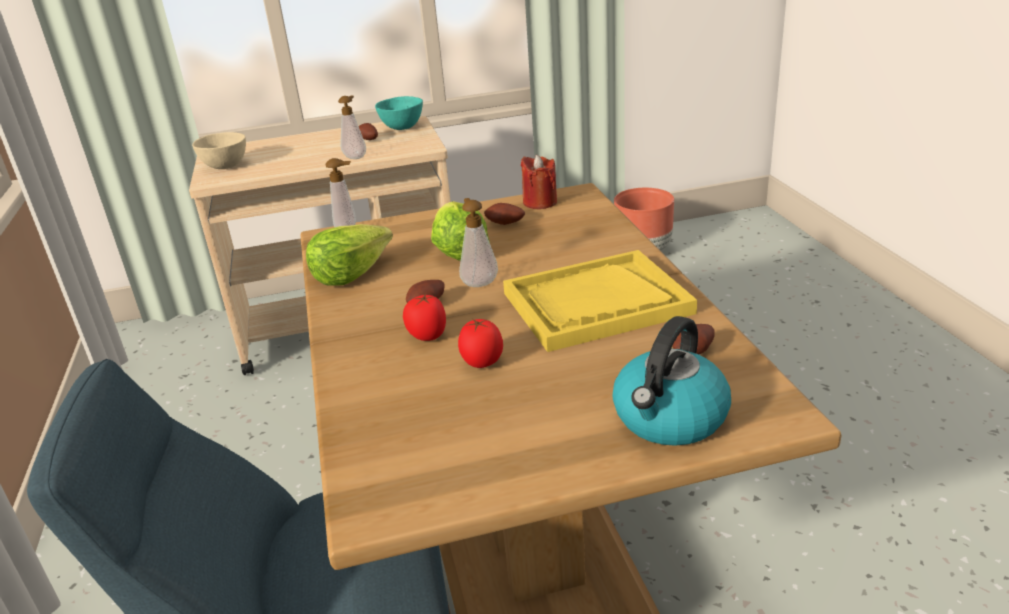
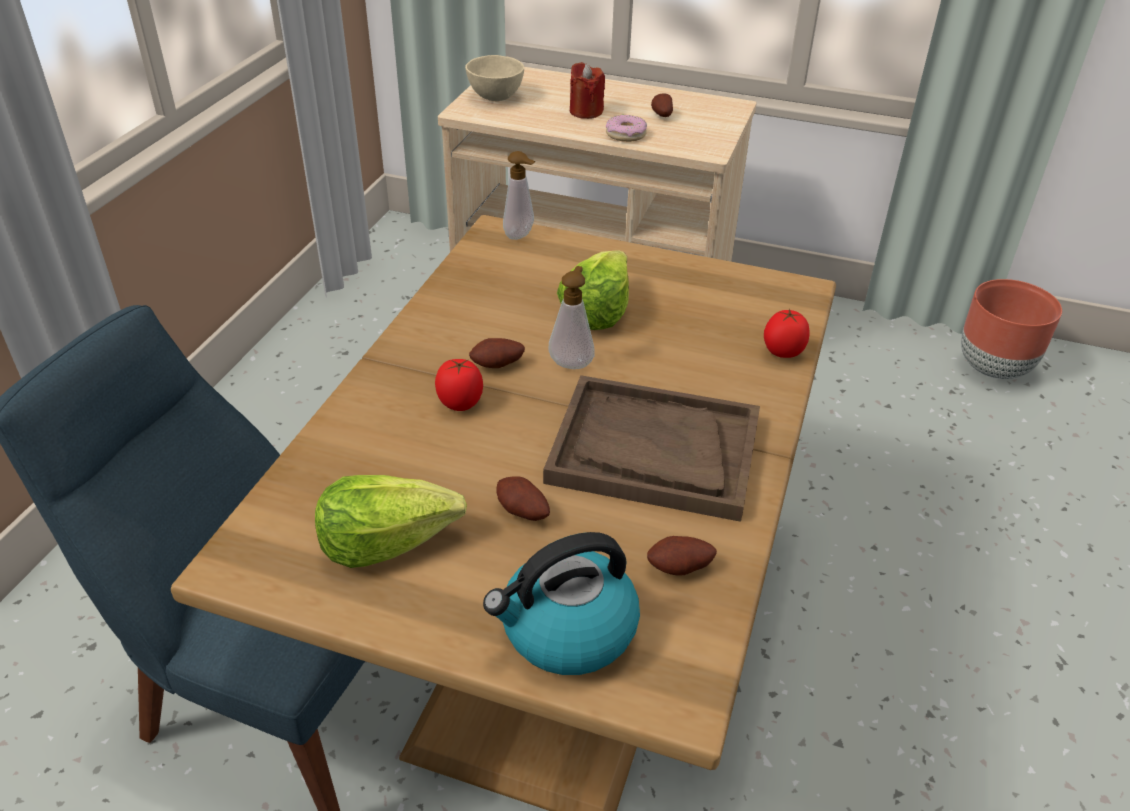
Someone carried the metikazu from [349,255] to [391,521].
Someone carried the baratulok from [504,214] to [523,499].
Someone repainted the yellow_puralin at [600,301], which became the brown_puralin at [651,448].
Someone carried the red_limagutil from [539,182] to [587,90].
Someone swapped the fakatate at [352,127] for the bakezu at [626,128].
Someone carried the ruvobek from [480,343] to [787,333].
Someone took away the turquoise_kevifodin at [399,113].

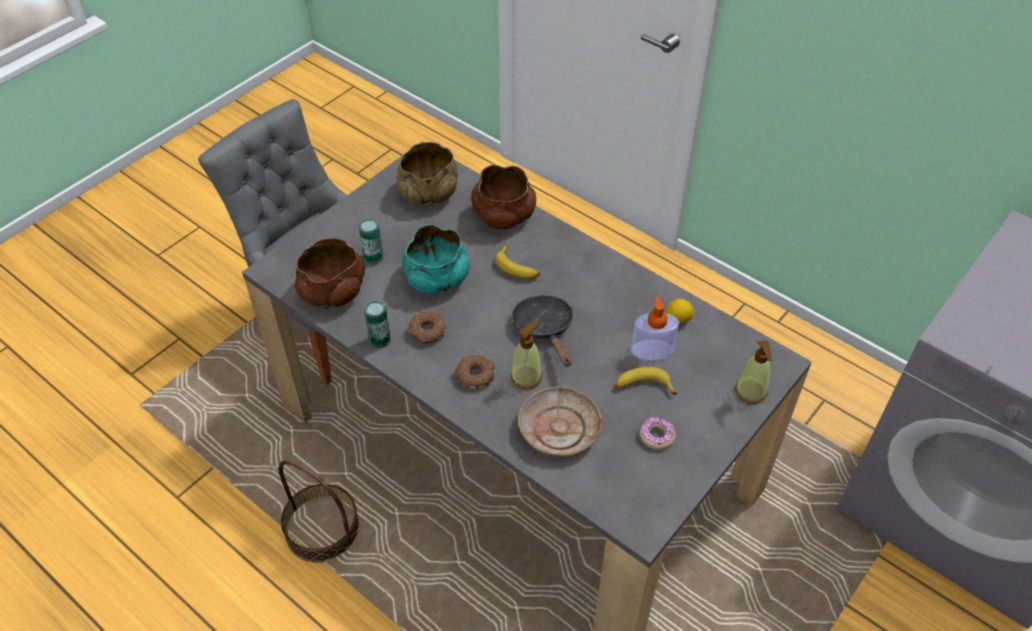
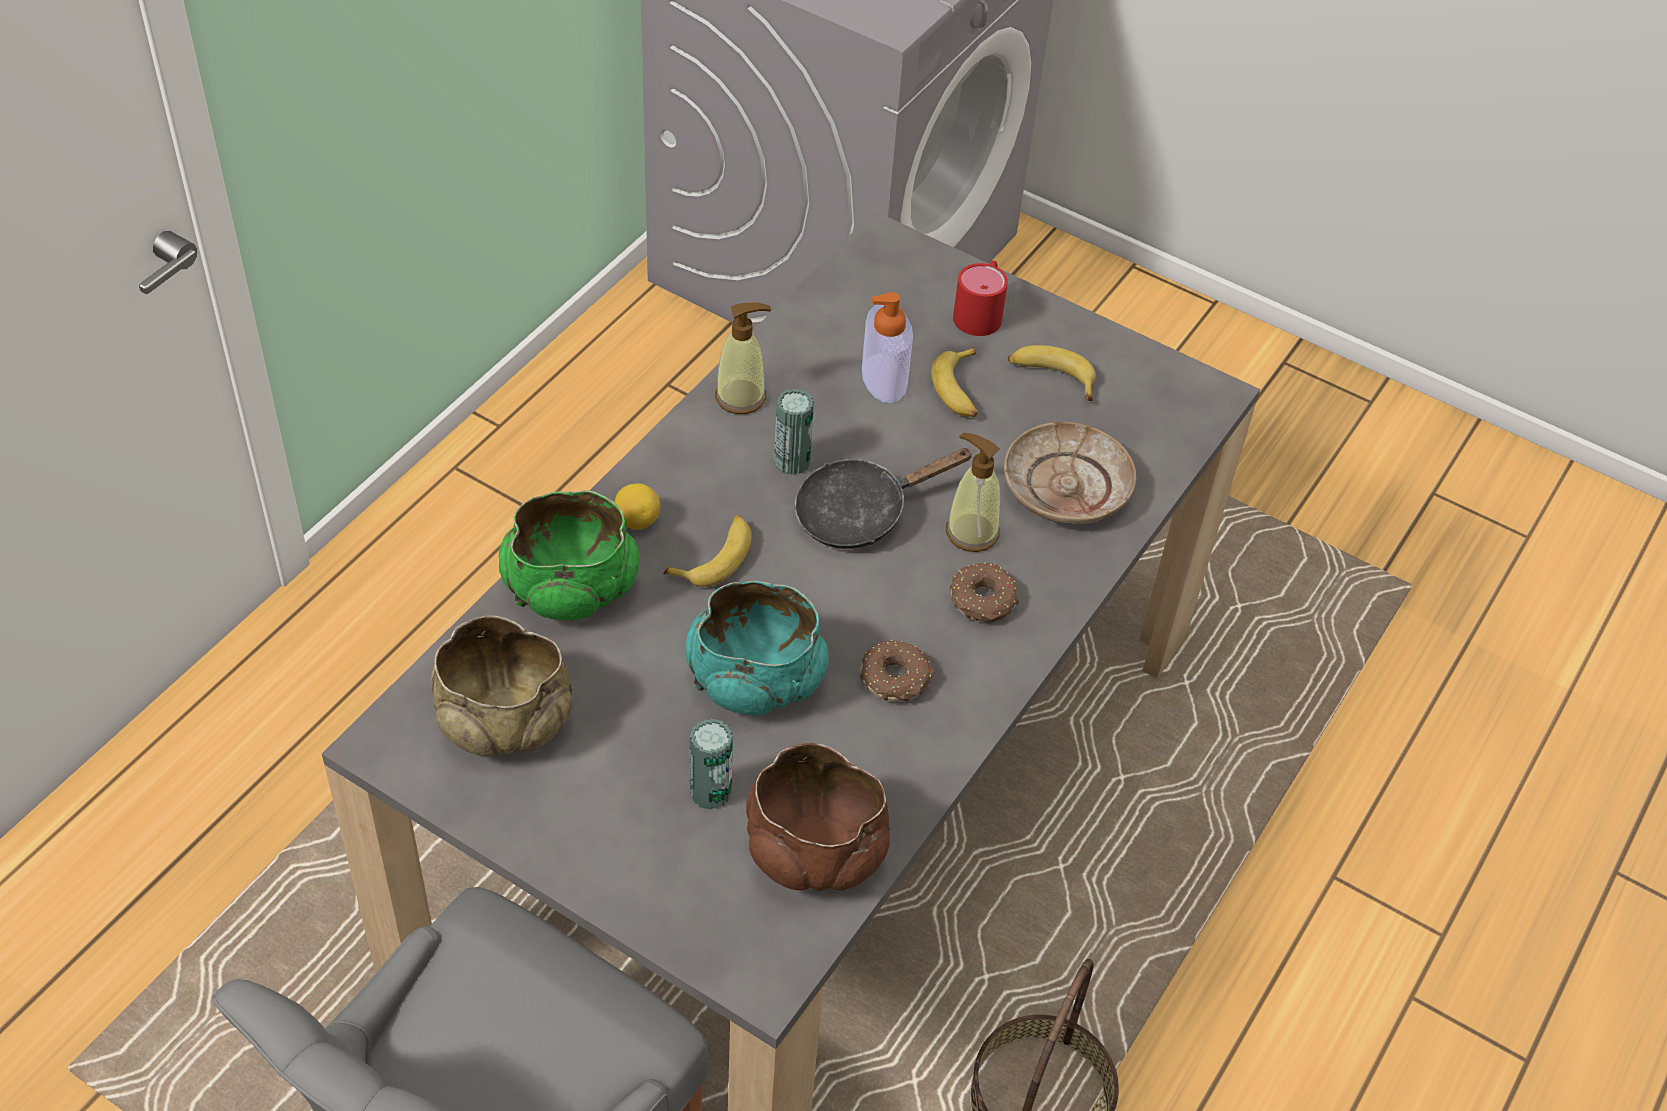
Someone repainted the brown_kevifodin at [503,197], which became the green_kevifodin at [569,555].
Someone carried the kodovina from [680,310] to [637,506].
Someone carried the fakatate from [753,372] to [743,358].
Someone carried the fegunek from [377,324] to [794,432].
Someone put down the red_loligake at [980,298].
Someone swapped the bakezu at [658,433] for the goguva at [1052,373].

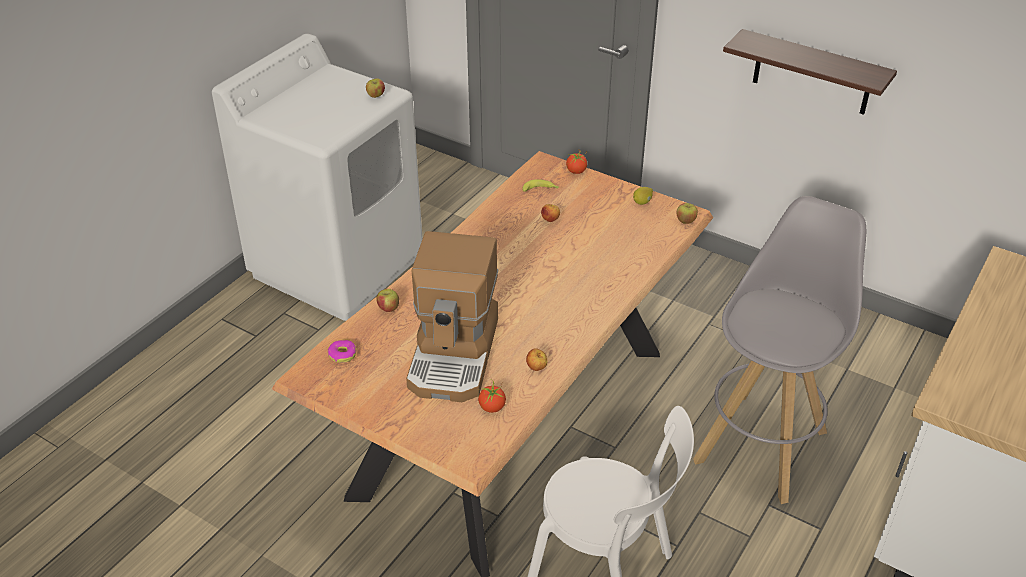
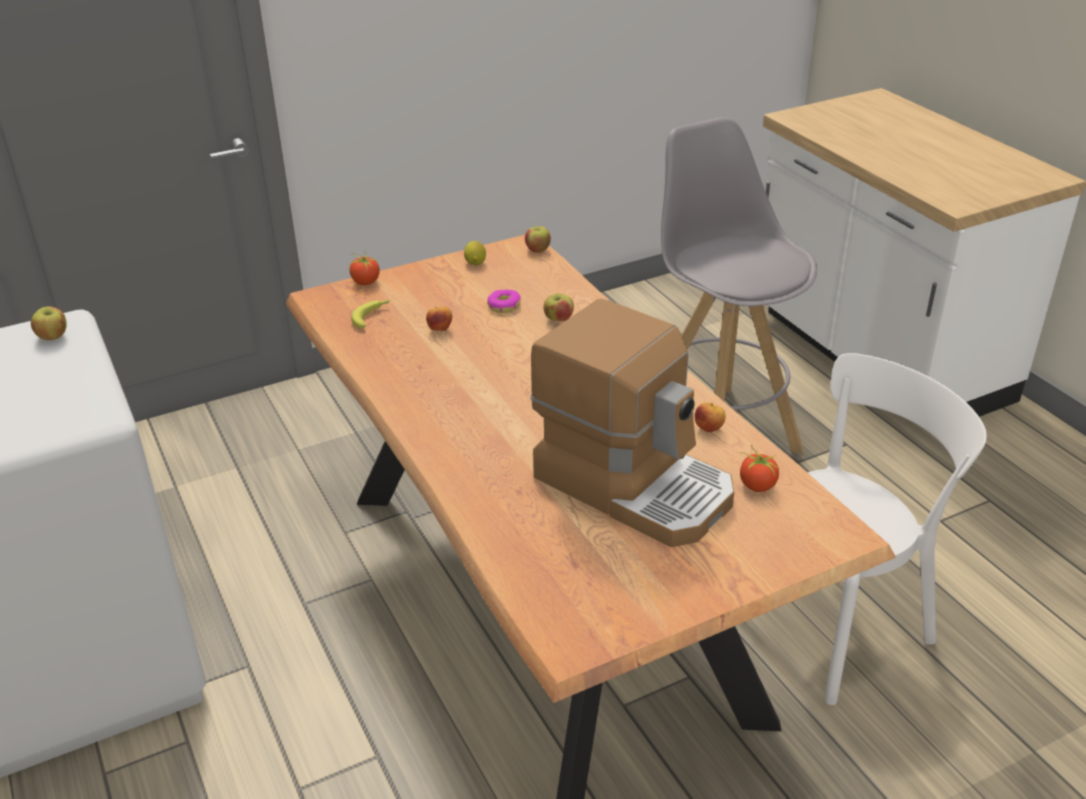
Someone carried the bakezu from [342,351] to [504,301].
Someone carried the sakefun from [387,300] to [558,307].
Someone took away the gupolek at [810,72].

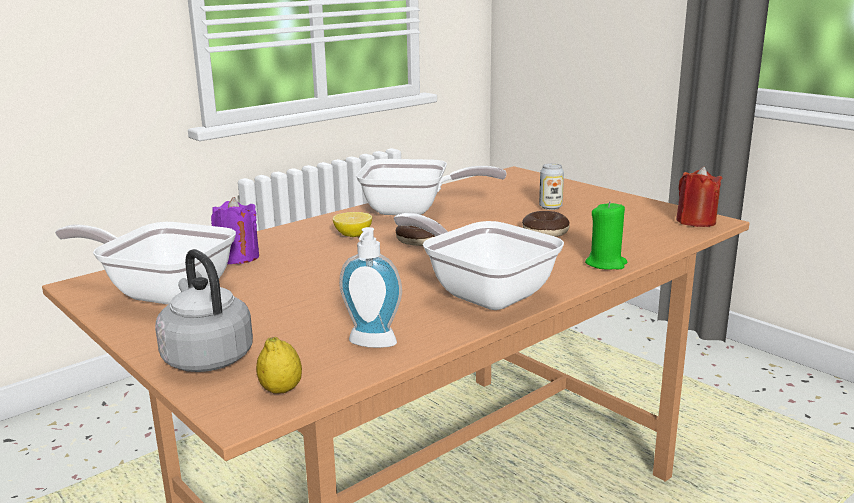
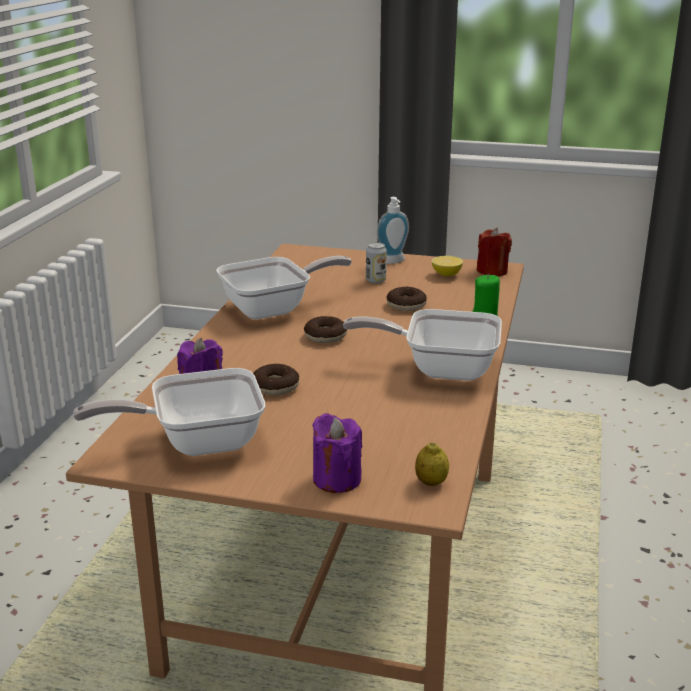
Someone put down the bakezu at [276,380].
Someone swapped the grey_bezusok at [204,310] for the purple_limagutil at [337,453].
Someone carried the fakatate from [370,287] to [393,230].
Someone carried the kodovina from [352,224] to [447,266].

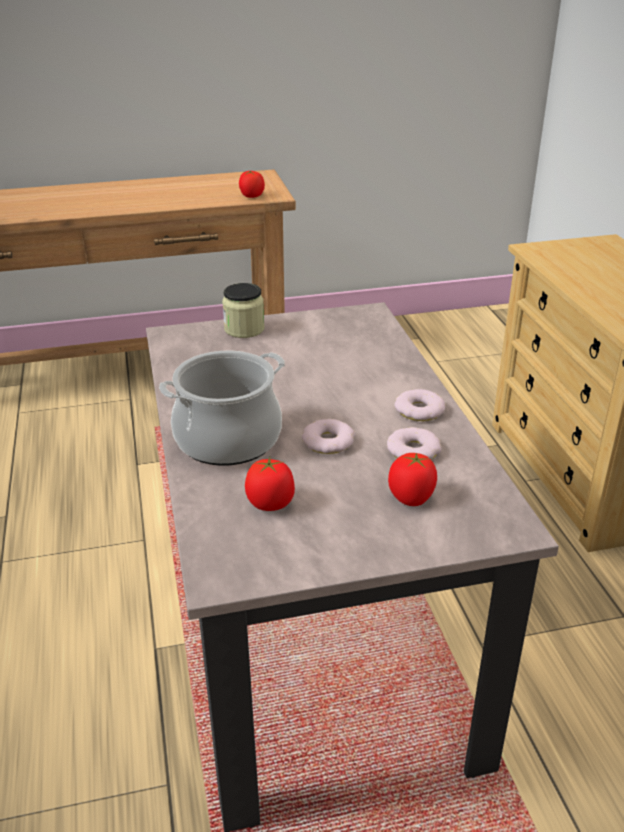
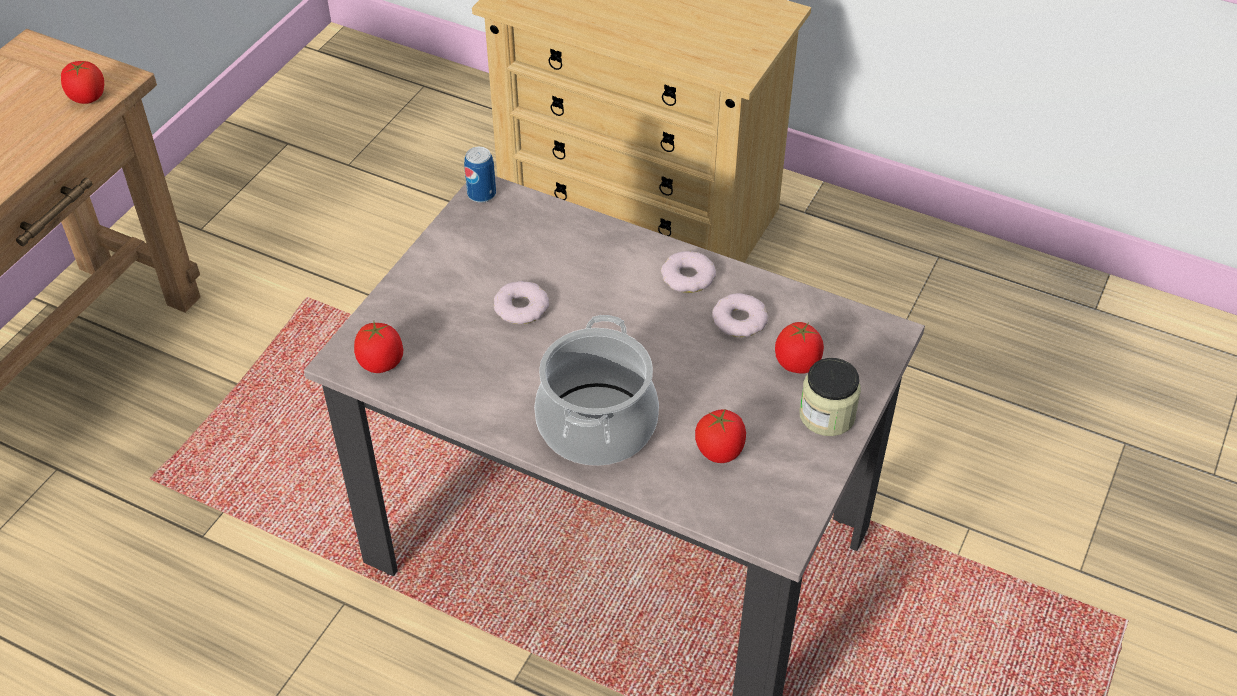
Someone put down the ruvobek at [378,347].
Someone put down the fegunek at [480,175].
Someone carried the bakezu from [328,436] to [521,302].
Someone carried the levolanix from [243,310] to [830,397].

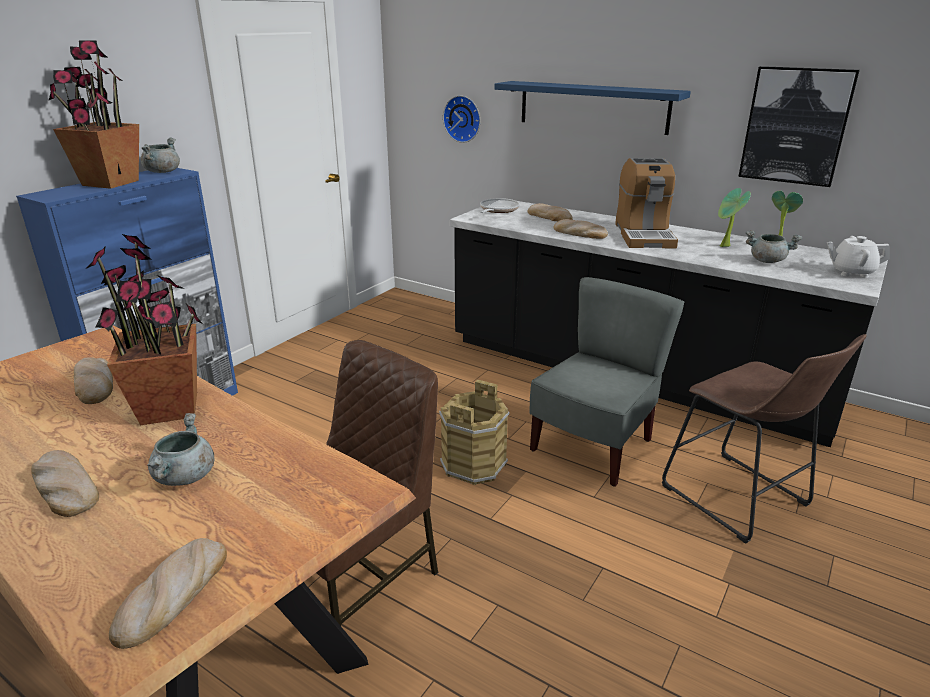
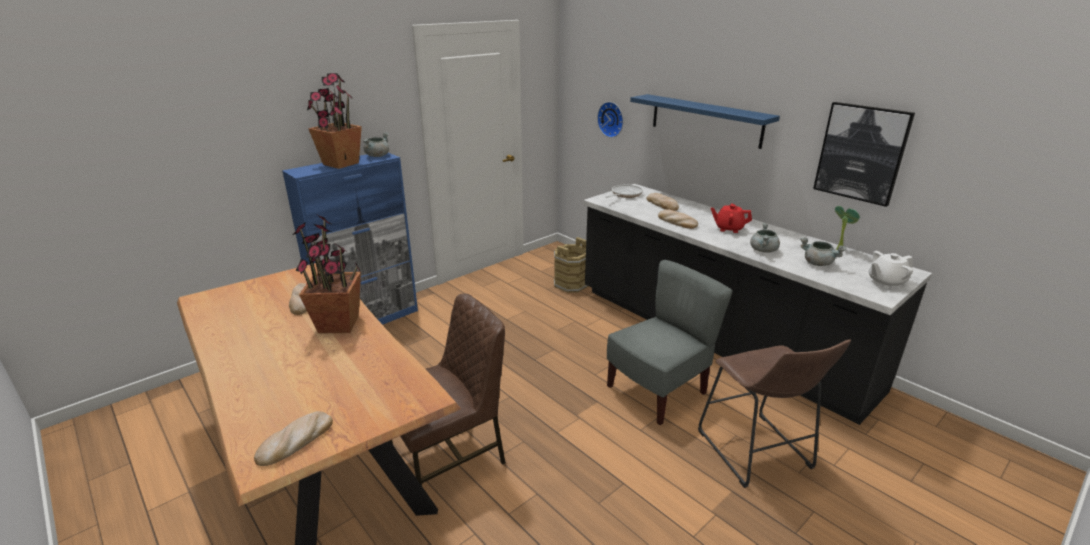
Someone carried the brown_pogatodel from [474,432] to [571,265].
Someone swapped the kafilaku at [646,203] for the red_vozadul at [731,218].
Someone carried the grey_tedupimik from [181,449] to [765,238].
Someone rotated the white_vozadul at [858,257] by 45 degrees counterclockwise.
Someone took away the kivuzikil at [65,483].
Someone took away the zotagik at [734,217].

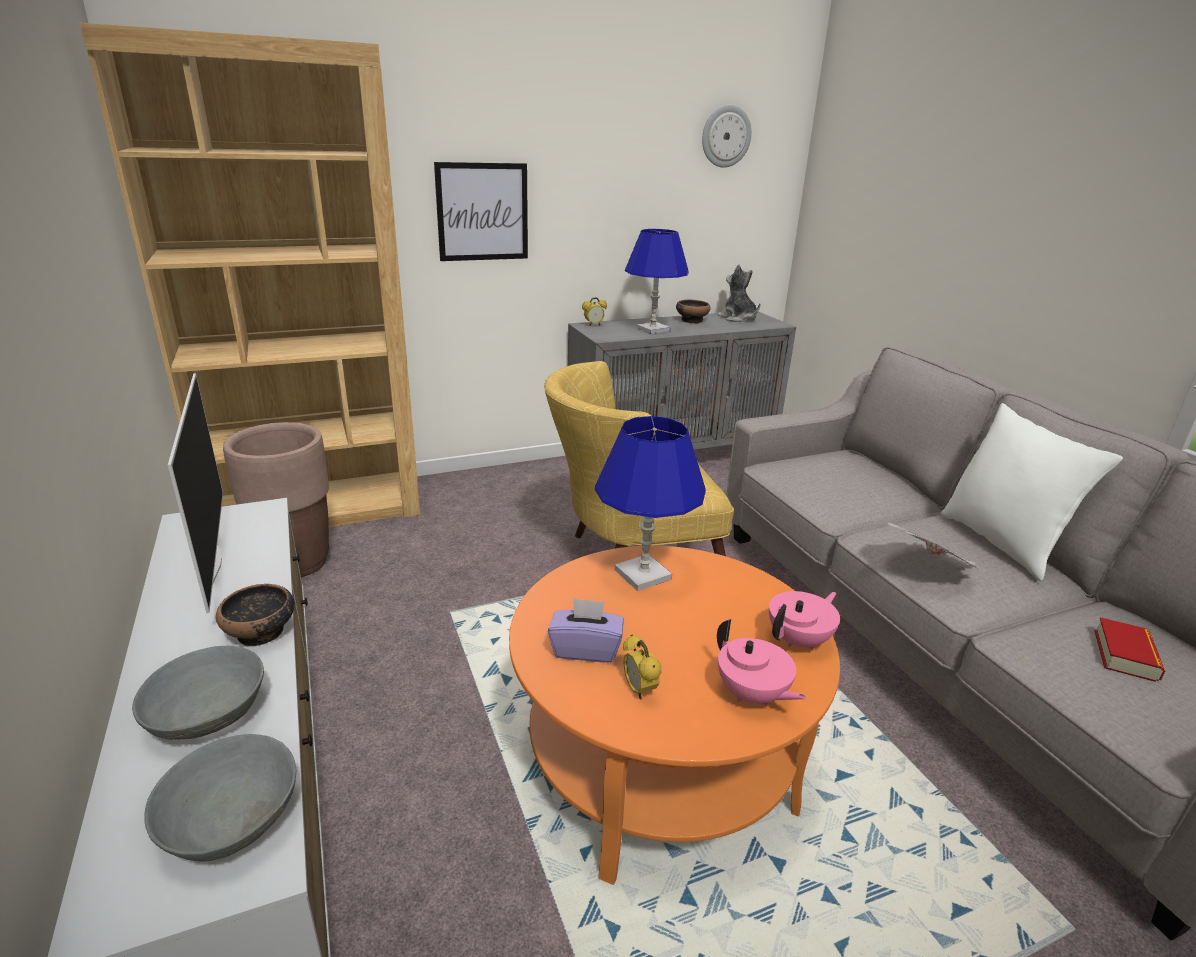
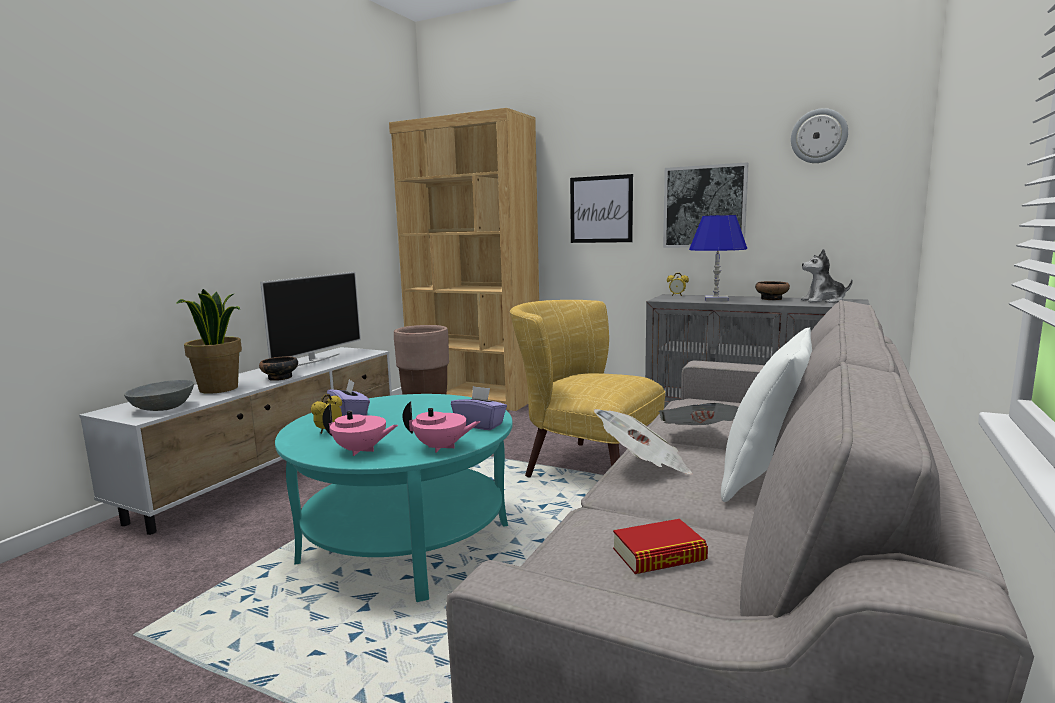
Someone swapped the grey_kevifodin at [198,693] for the zotagik at [209,341].
Someone repainted the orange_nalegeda at [674,715], which became the turquoise_nalegeda at [394,498].
Someone rotated the pink_vozadul at [761,662] by 90 degrees counterclockwise.
Someone put down the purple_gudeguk at [479,408].
Someone put down the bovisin at [699,414].
Someone put up the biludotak at [706,205].
Someone rotated the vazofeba at [739,293] by 105 degrees counterclockwise.
Someone took away the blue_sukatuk at [650,503].

